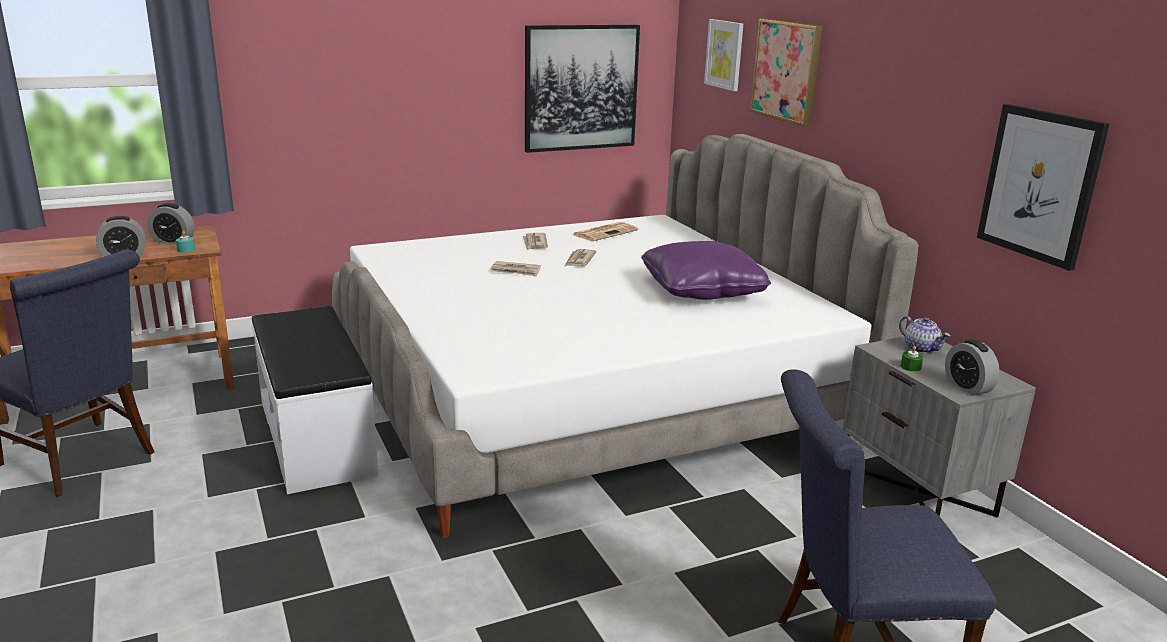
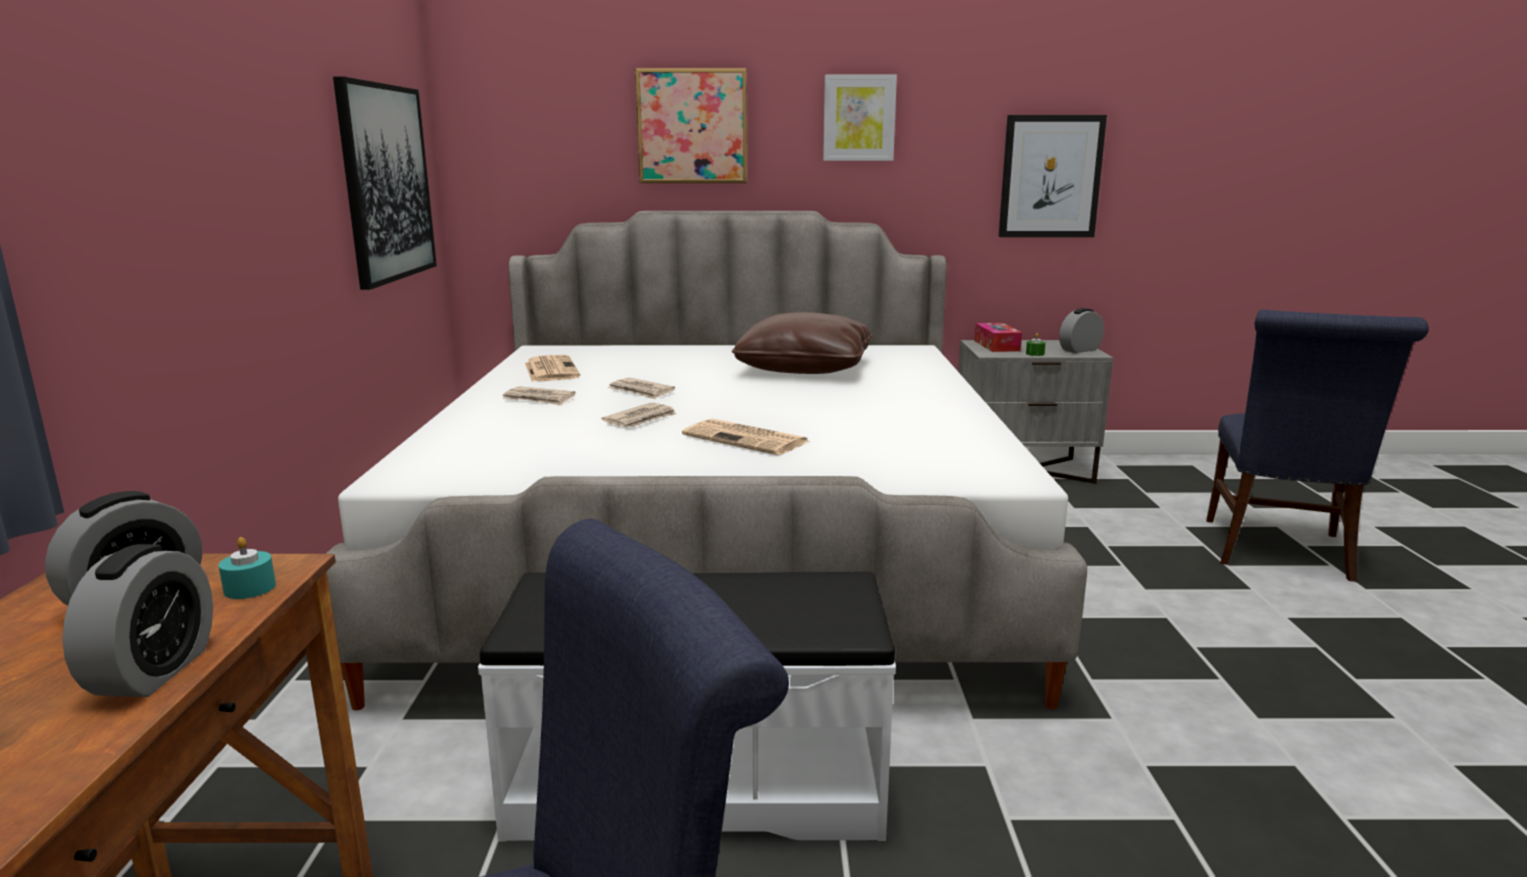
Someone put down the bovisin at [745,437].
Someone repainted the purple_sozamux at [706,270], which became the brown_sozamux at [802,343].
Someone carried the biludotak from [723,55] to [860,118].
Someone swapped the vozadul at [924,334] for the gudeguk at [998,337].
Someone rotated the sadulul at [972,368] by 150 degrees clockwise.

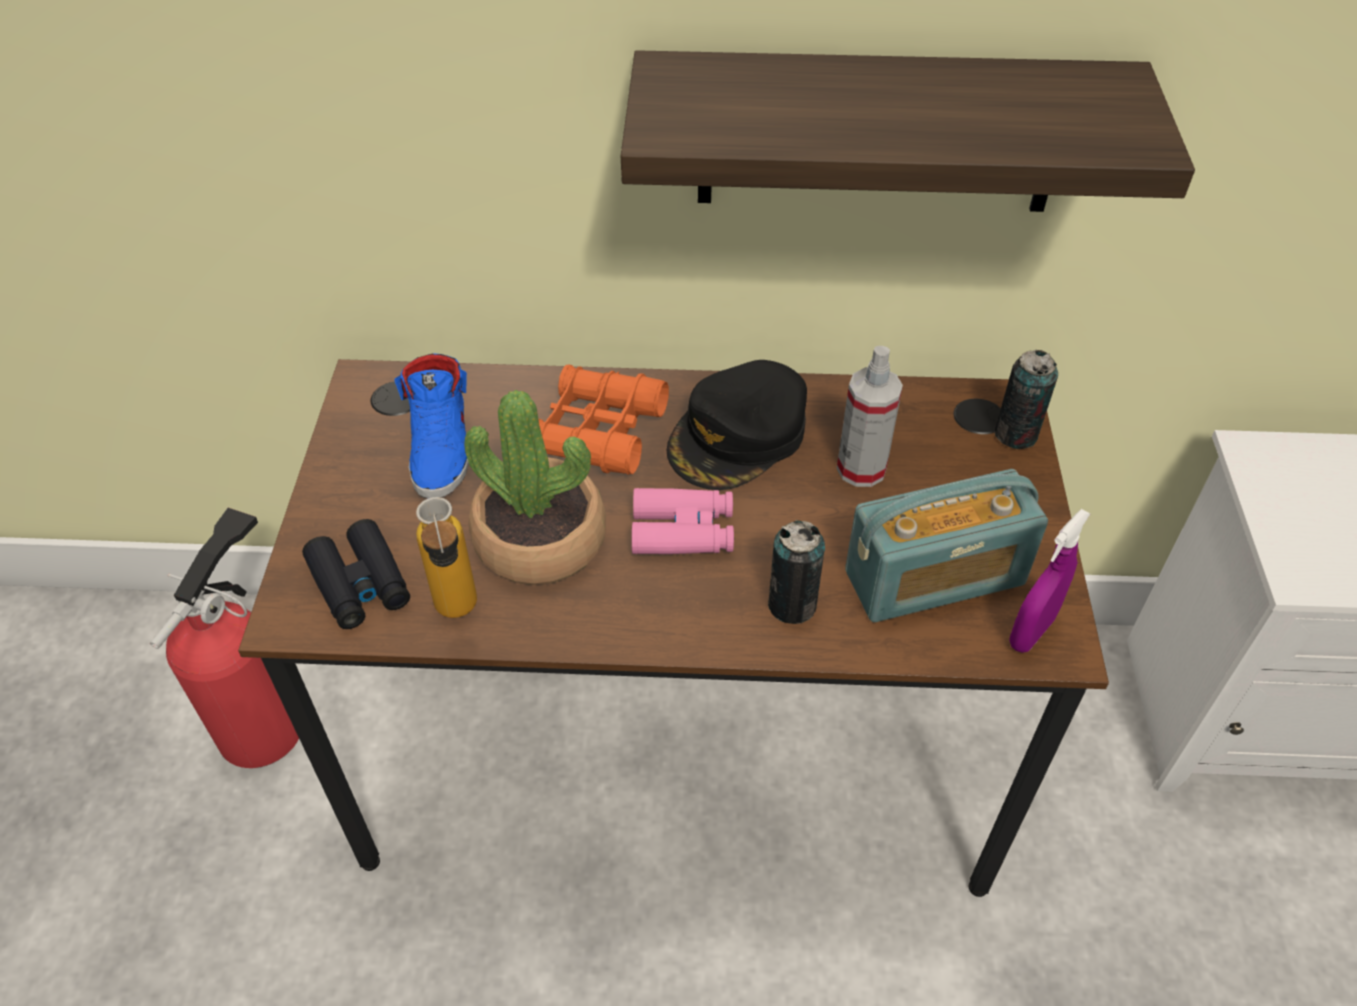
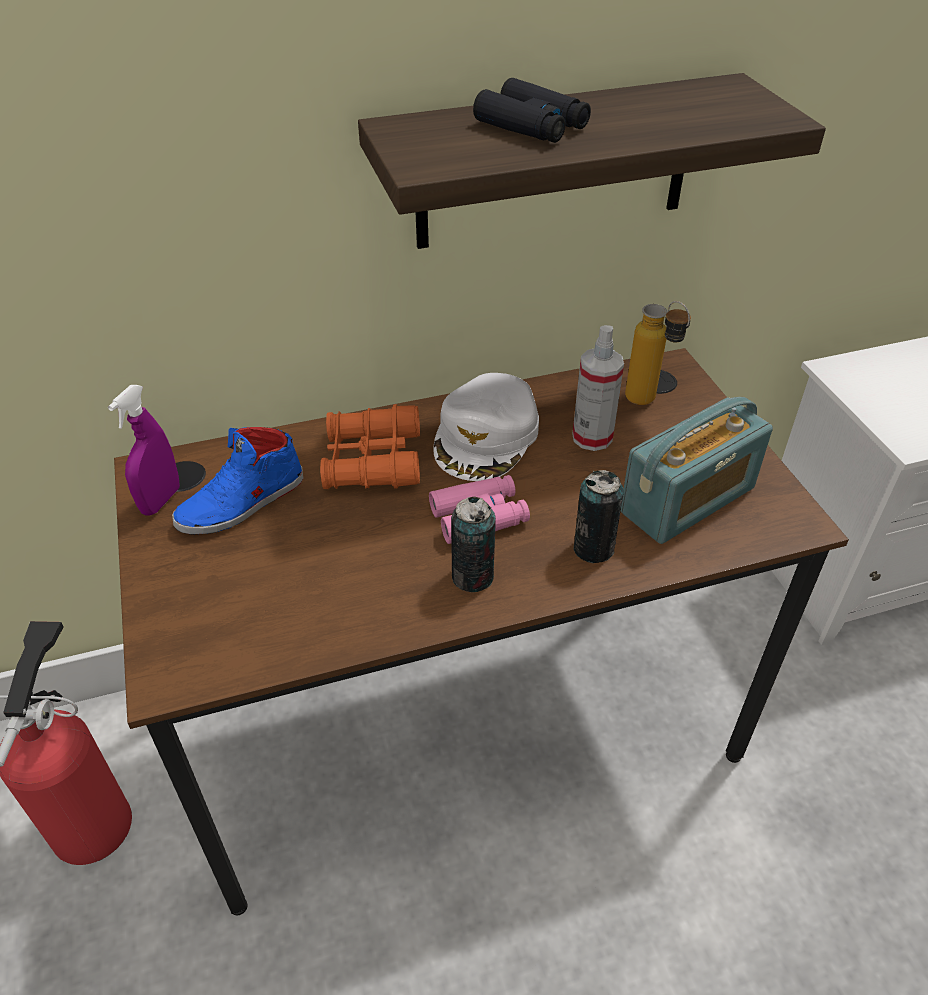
Someone carried the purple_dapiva from [1049,581] to [144,450].
Someone rotated the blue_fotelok at [431,425] by 75 degrees clockwise.
Someone repainted the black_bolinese at [736,425], which became the white_bolinese at [486,427].
Someone carried the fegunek from [1026,399] to [473,544].
Someone carried the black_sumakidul from [356,574] to [532,110].
Someone carried the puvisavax from [446,557] to [658,353].
Someone took away the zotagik at [535,487].

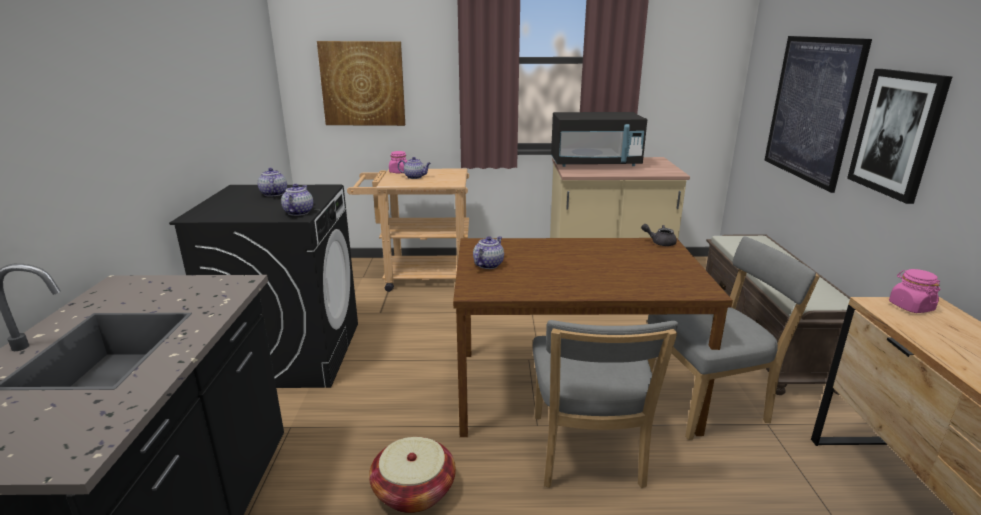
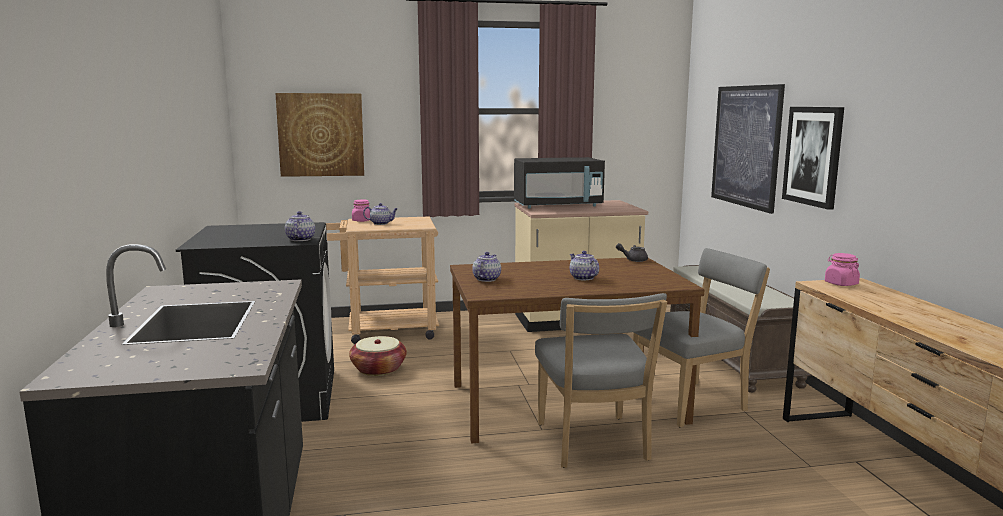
Someone carried the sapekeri from [412,475] to [378,356].
Someone carried the vozadul from [272,182] to [584,265].

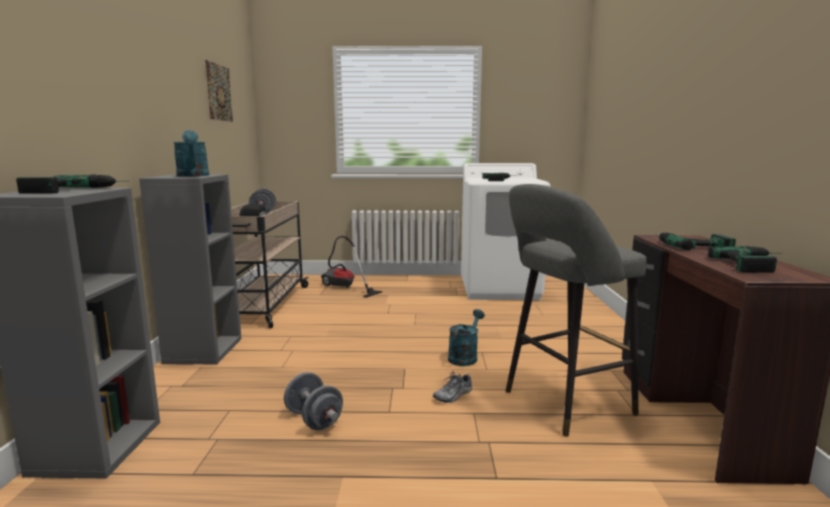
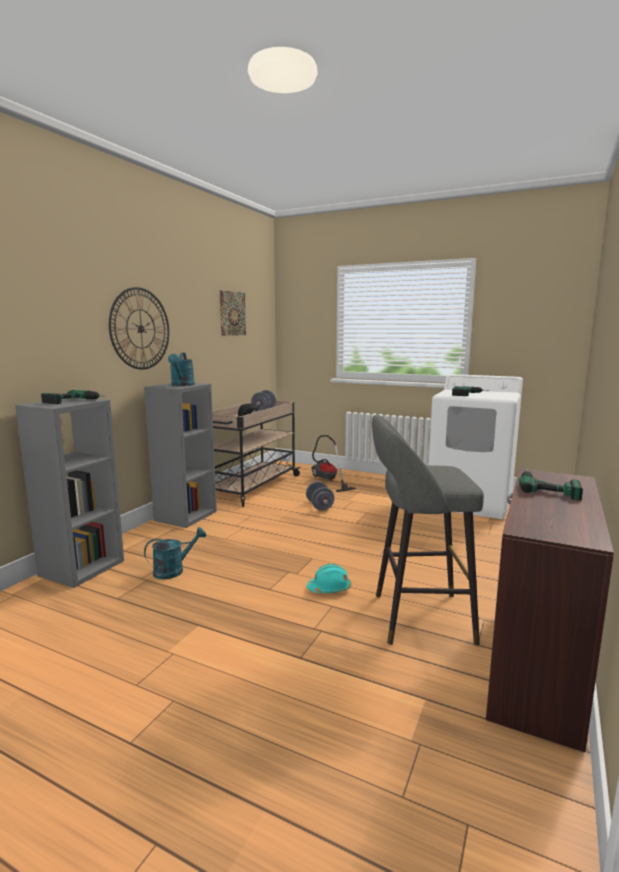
Someone put up the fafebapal at [139,328].
Someone carried the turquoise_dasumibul from [466,337] to [175,553].
Someone carried the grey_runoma from [313,401] to [320,496].
Someone swapped the fotelok at [452,387] for the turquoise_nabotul at [329,578].
Someone took away the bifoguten at [745,259].

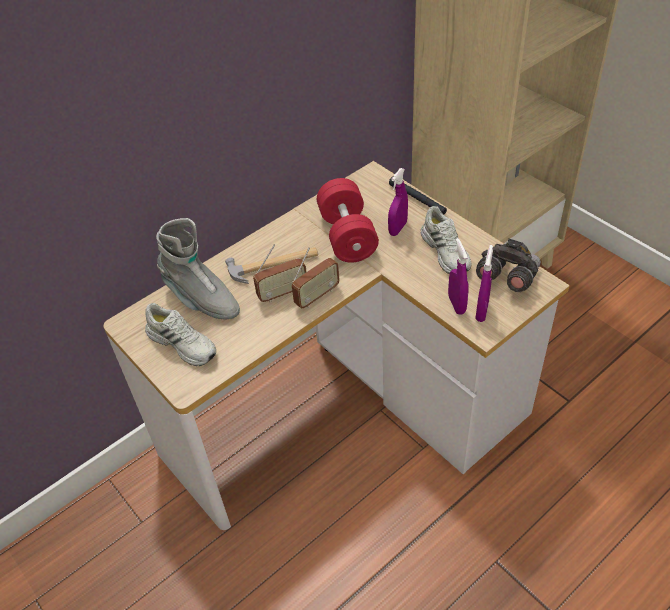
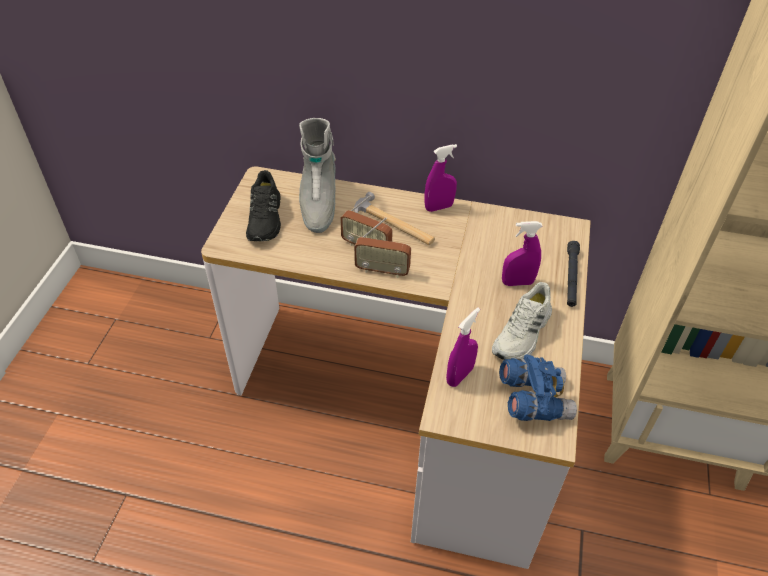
Someone repainted the white_fotelok at [180,334], which became the black_fotelok at [263,205].
Someone carried the purple_dapiva from [484,283] to [440,178].
Someone repainted the grey_sumakidul at [508,265], which became the blue_sumakidul at [538,387].
Someone took away the red_runoma at [348,220].

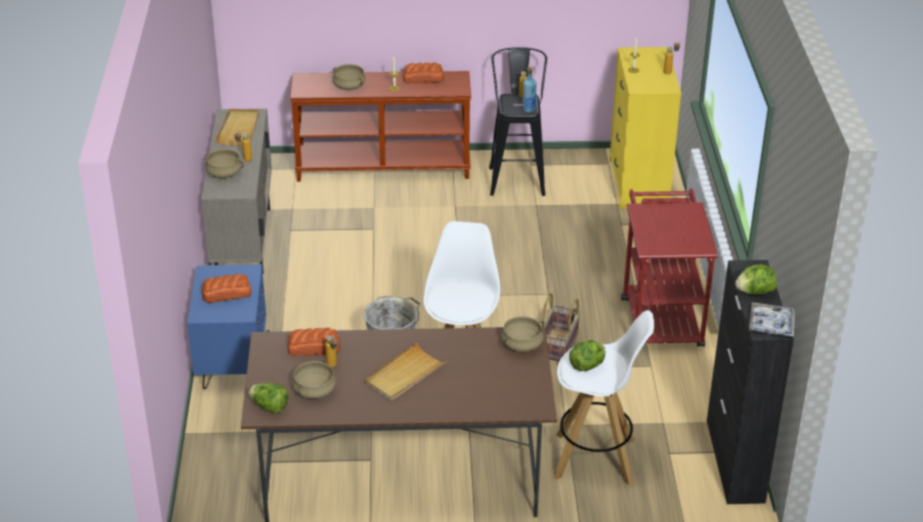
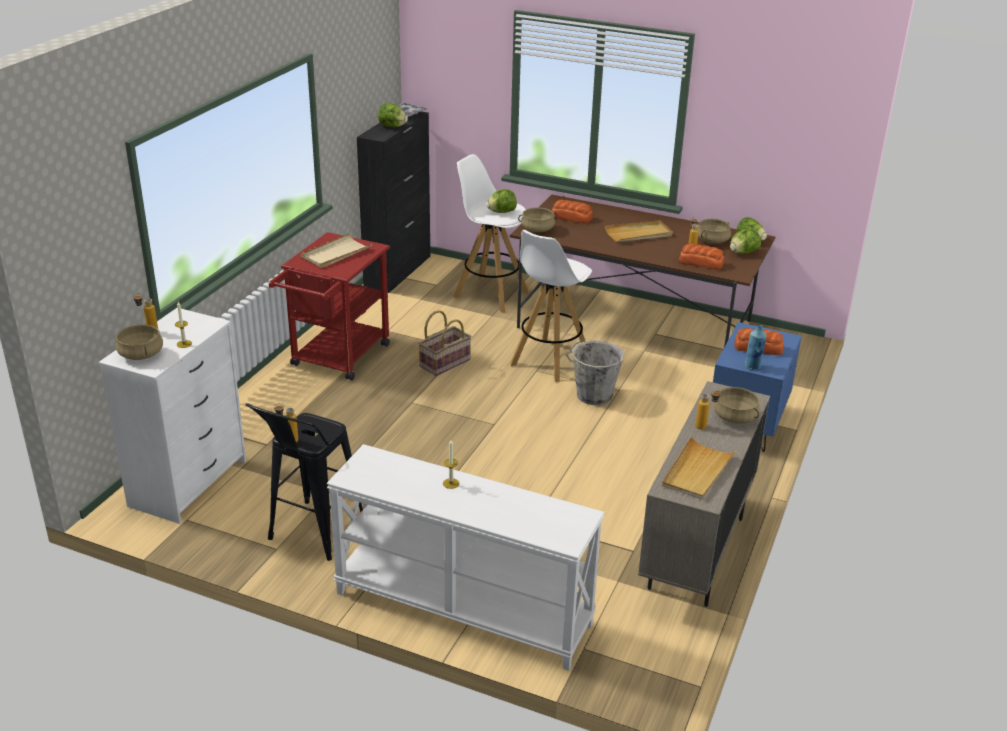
Someone repainted the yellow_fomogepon at [645,128], which became the white_fomogepon at [172,416].
Someone carried the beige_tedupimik from [349,77] to [139,342].
Someone put down the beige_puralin at [336,250].
Someone repainted the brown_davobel at [380,126], which became the white_davobel at [466,557].
Someone carried the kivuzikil from [423,73] to [572,211].
Someone put down the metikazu at [745,241].
Someone carried the blue_puvisavax from [529,93] to [755,347].

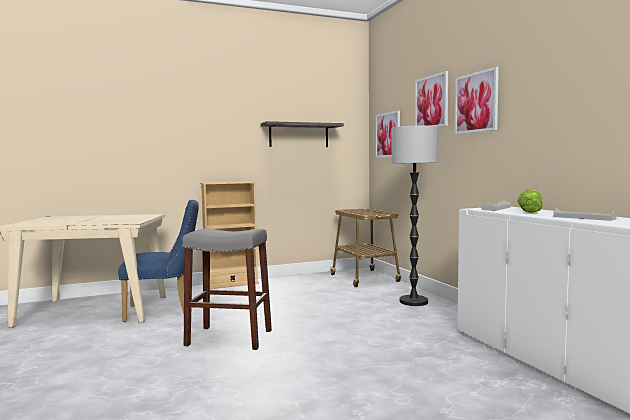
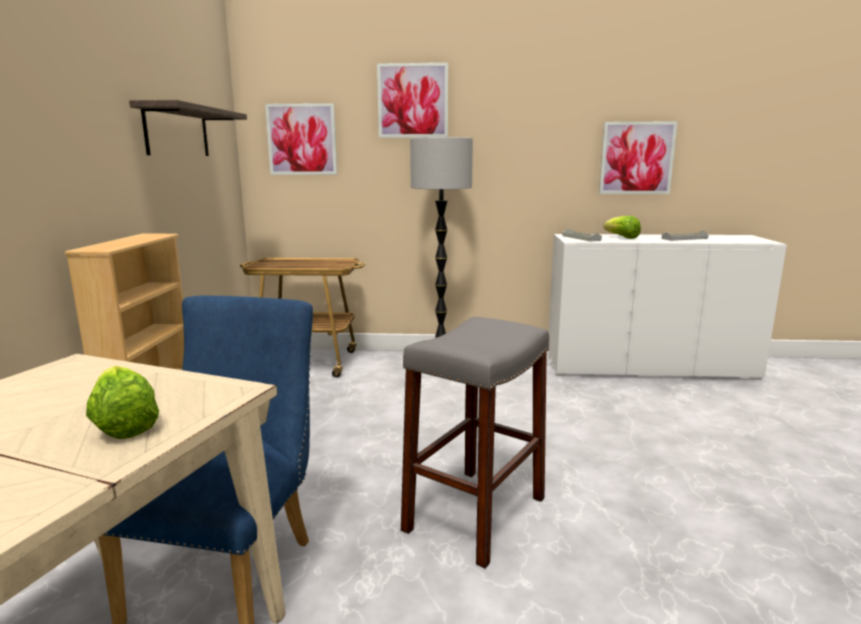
Someone put down the metikazu at [122,402].
Someone carried the biludotak from [477,101] to [638,157].

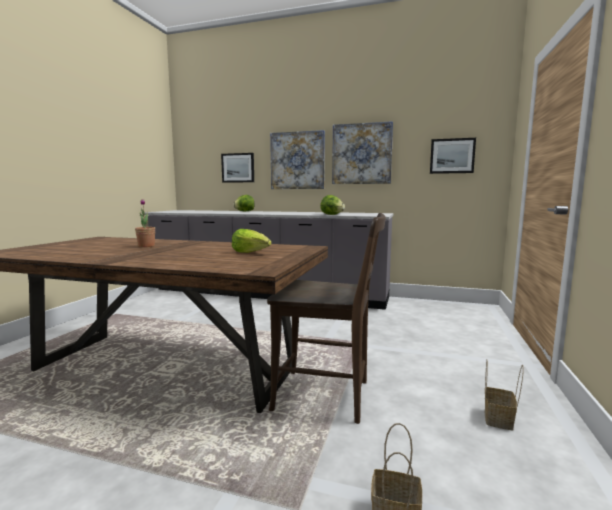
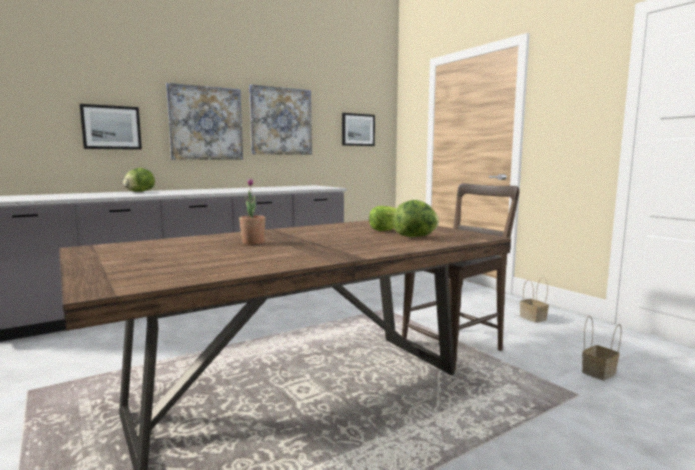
Someone carried the metikazu from [332,205] to [416,218].

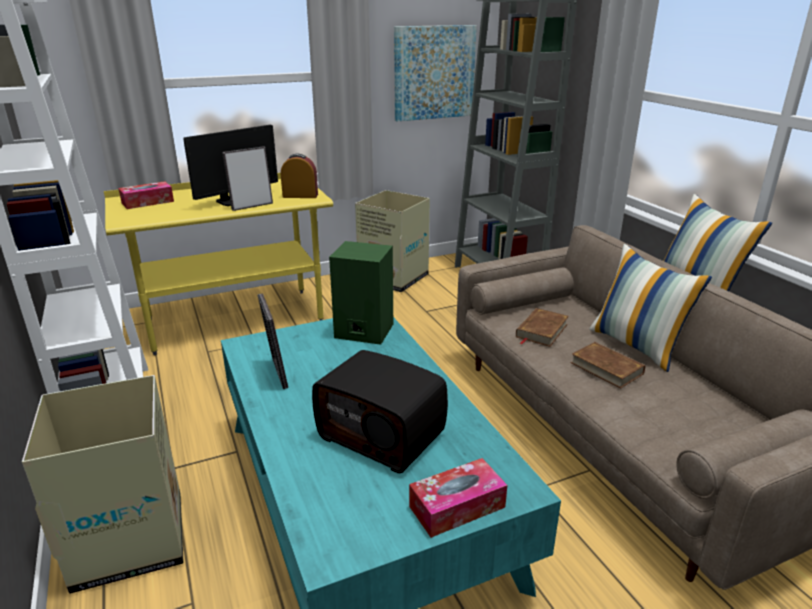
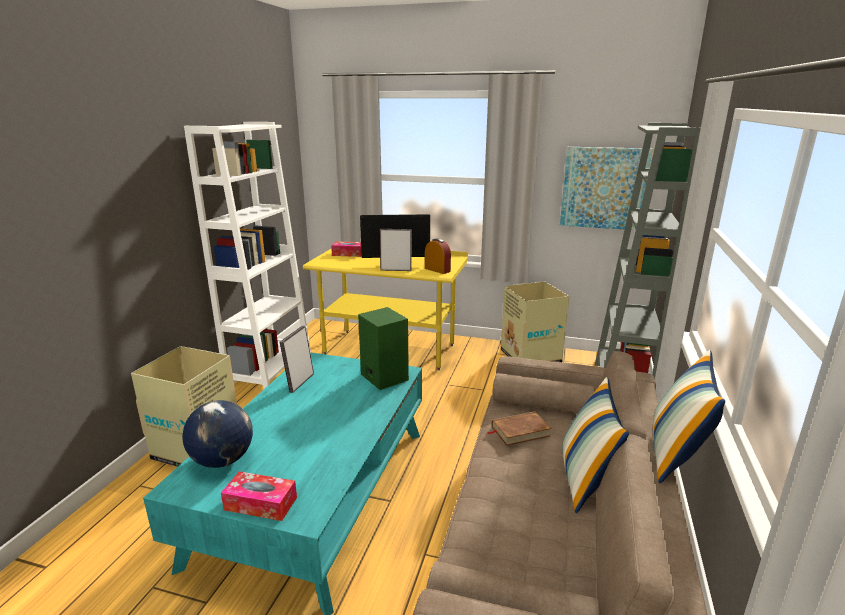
Someone put down the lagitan at [217,434].
Someone took away the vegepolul at [380,411].
Someone took away the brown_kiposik at [608,365].

